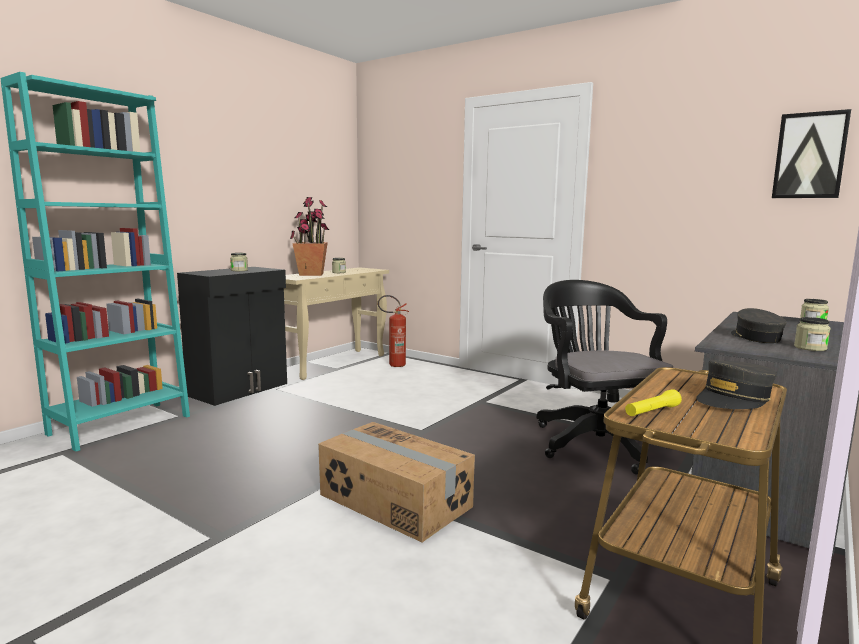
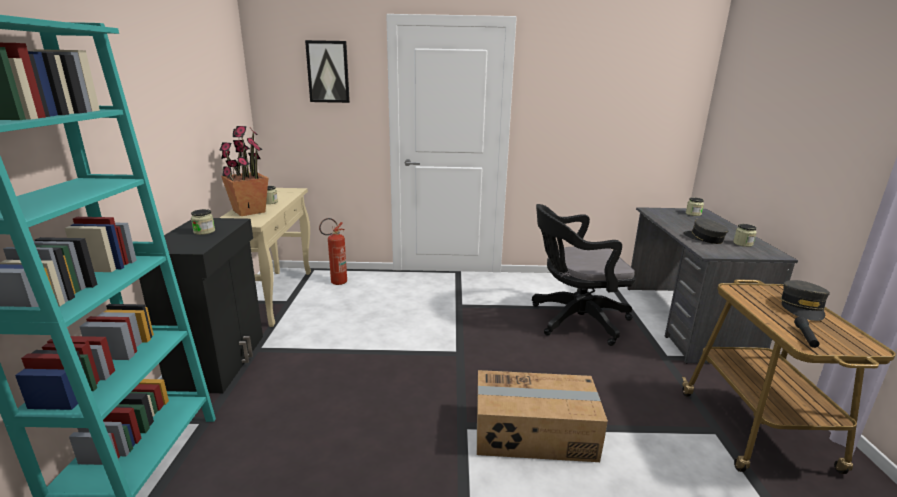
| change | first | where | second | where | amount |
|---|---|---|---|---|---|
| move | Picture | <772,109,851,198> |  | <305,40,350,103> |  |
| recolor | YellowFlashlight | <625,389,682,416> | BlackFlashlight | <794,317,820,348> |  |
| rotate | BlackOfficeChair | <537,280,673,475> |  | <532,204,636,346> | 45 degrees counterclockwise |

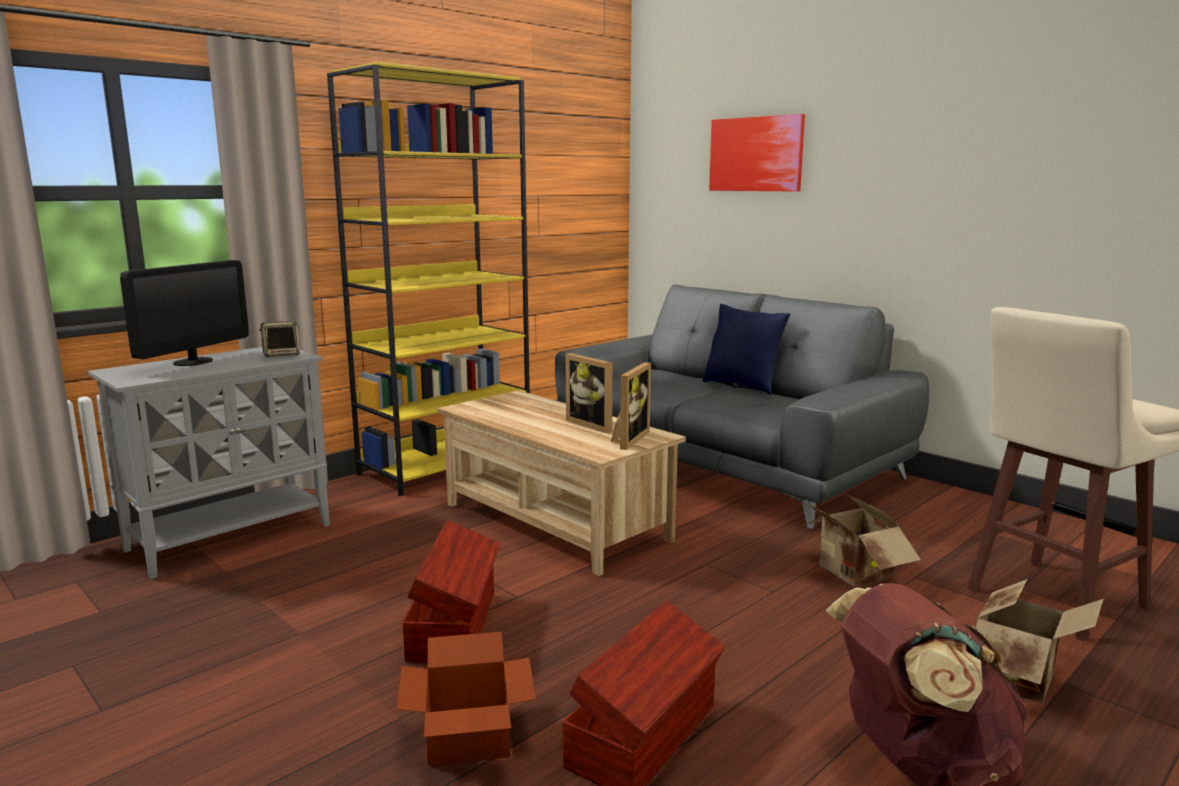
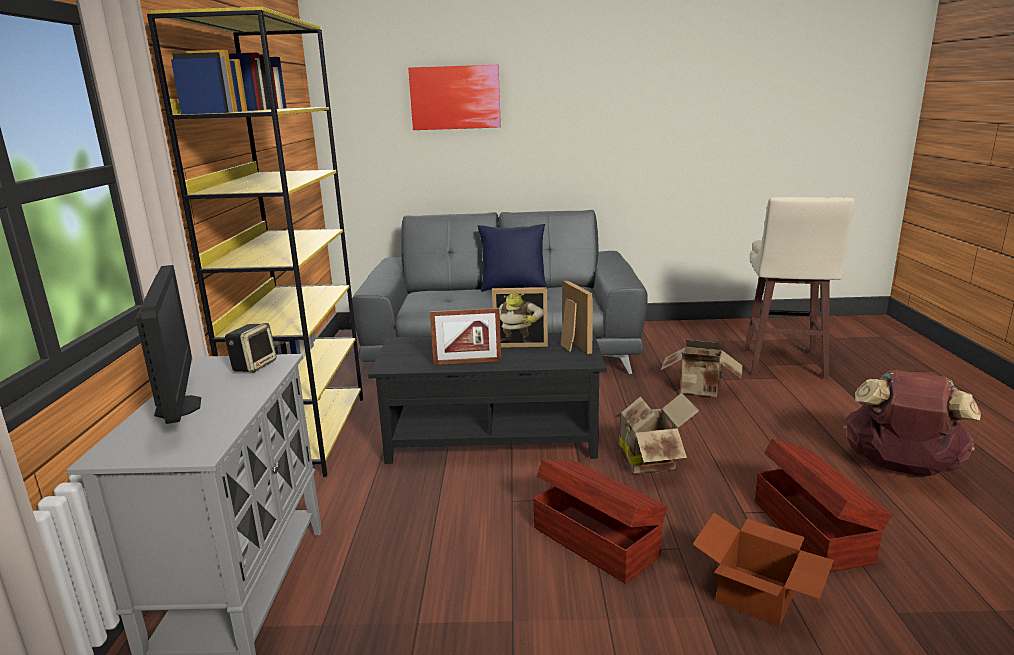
| change | first | where | second | where | amount |
|---|---|---|---|---|---|
| insert |  |  | PictureFrame | <430,308,501,365> |  |
| move | CardboardBox | <976,579,1103,703> |  | <614,393,699,474> |  |
| recolor | BeigeCoffeeTable | <437,390,686,576> | BlackCoffeeTable | <368,332,606,464> |  |

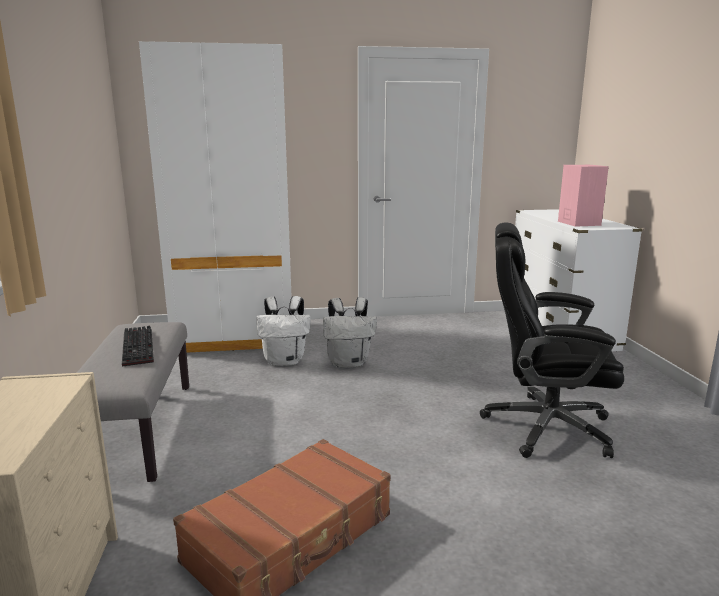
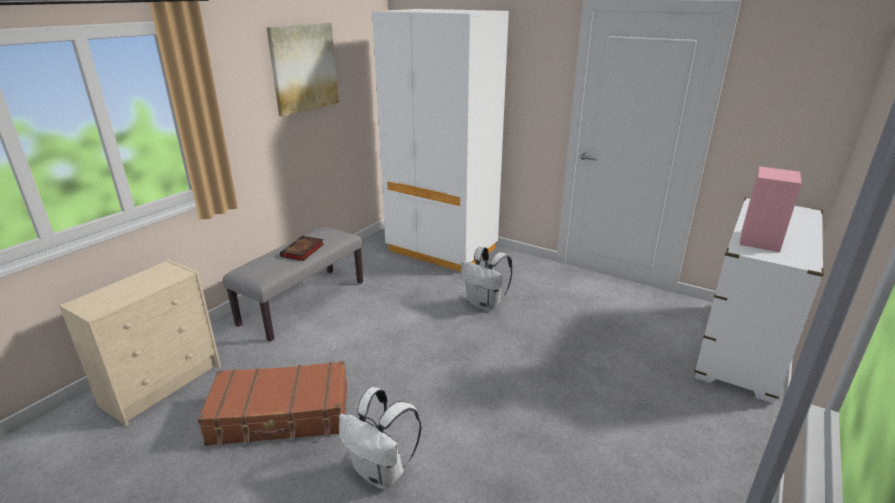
| change | first | where | second | where | amount |
|---|---|---|---|---|---|
| delete | BlackOfficeChair | <480,222,624,458> |  |  |  |
| insert |  |  | Picture | <266,23,339,116> |  |
| move | WhiteBackpack | <257,296,311,366> |  | <339,387,421,489> |  |
| replace | Keyboard | <122,325,154,367> | Book | <280,236,324,261> |  |

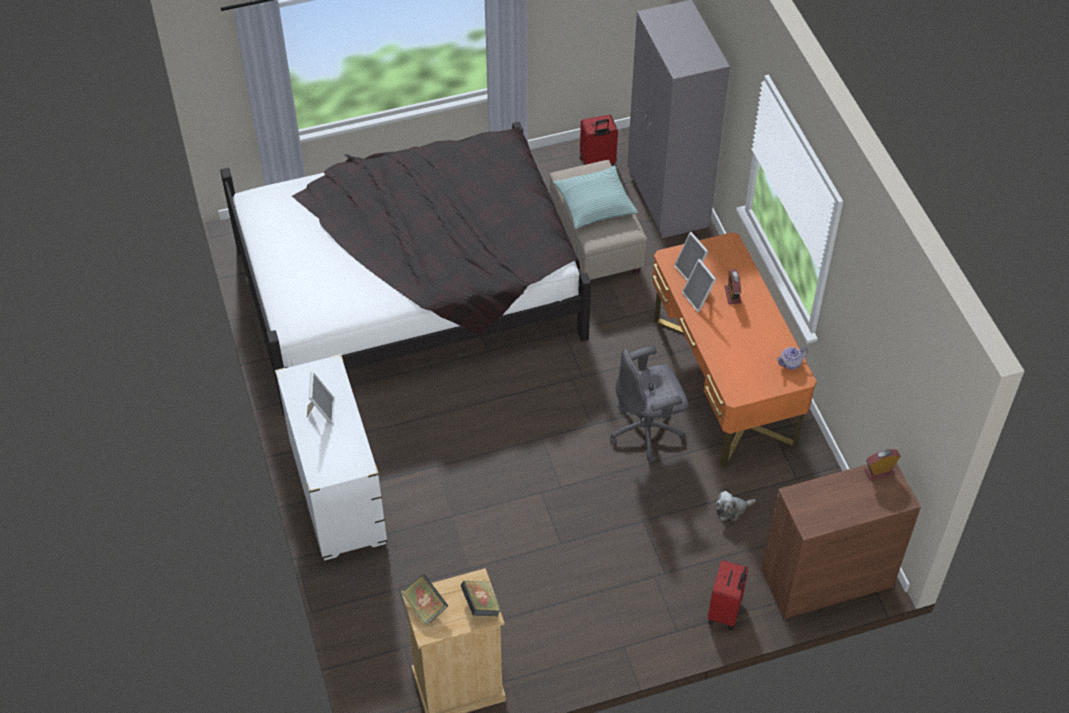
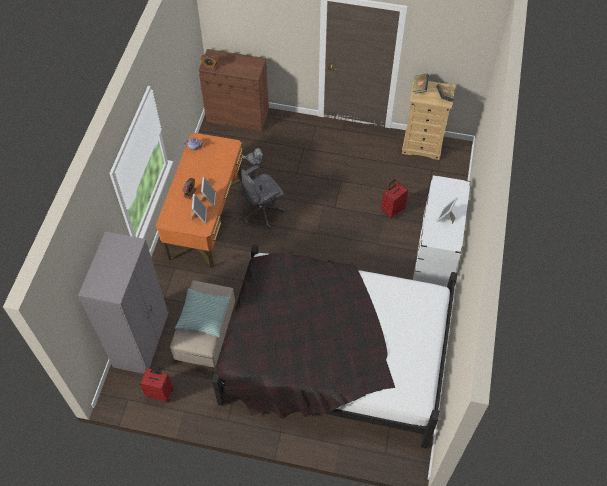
| change | first | where | second | where | amount |
|---|---|---|---|---|---|
| move | RedSuitcase | <708,560,749,630> |  | <381,179,408,218> |  |
| rotate | GreyOfficeChair | <610,346,689,463> |  | <241,165,284,229> | 135 degrees clockwise |

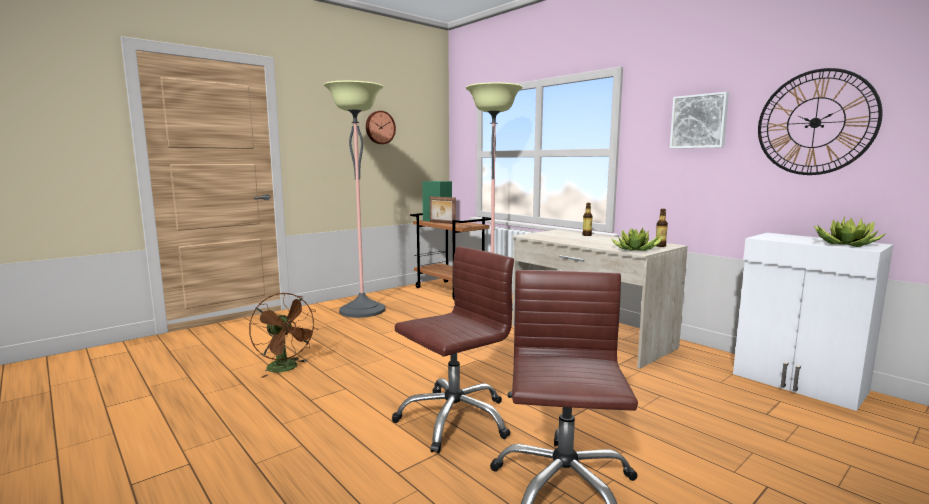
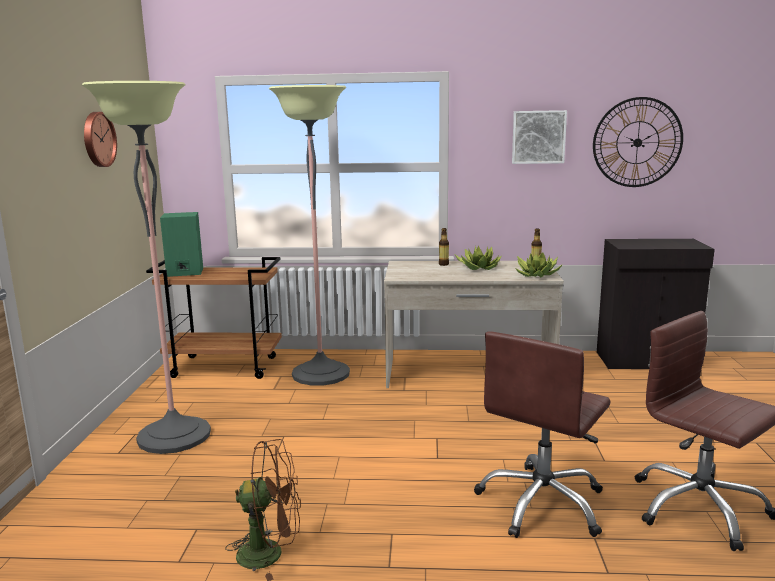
| change | first | where | second | where | amount |
|---|---|---|---|---|---|
| delete | PictureFrame | <430,196,456,224> |  |  |  |
| move | PottedPlant | <814,217,886,247> |  | <455,246,502,270> |  |
| recolor | WhiteCabinet | <733,233,893,411> | BlackCabinet | <597,239,715,369> |  |
| rotate | BrownOfficeChair | <392,246,514,453> |  | <474,331,611,538> | 150 degrees counterclockwise |

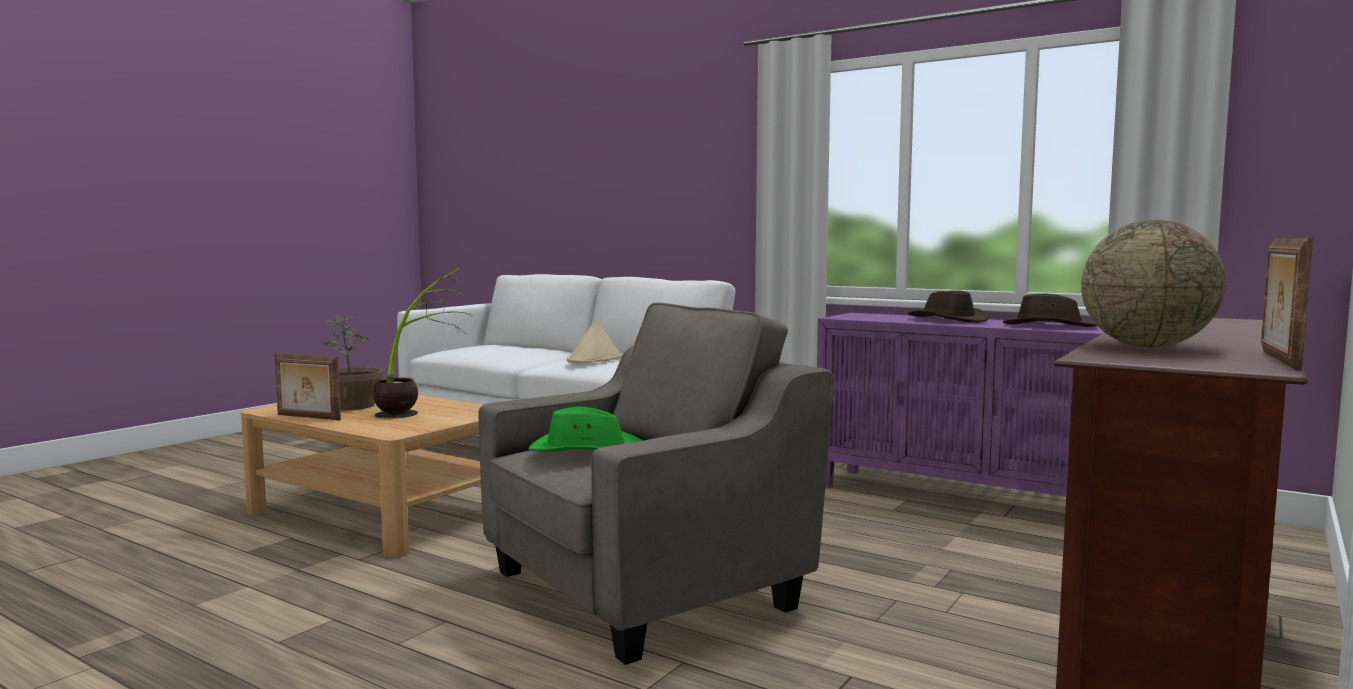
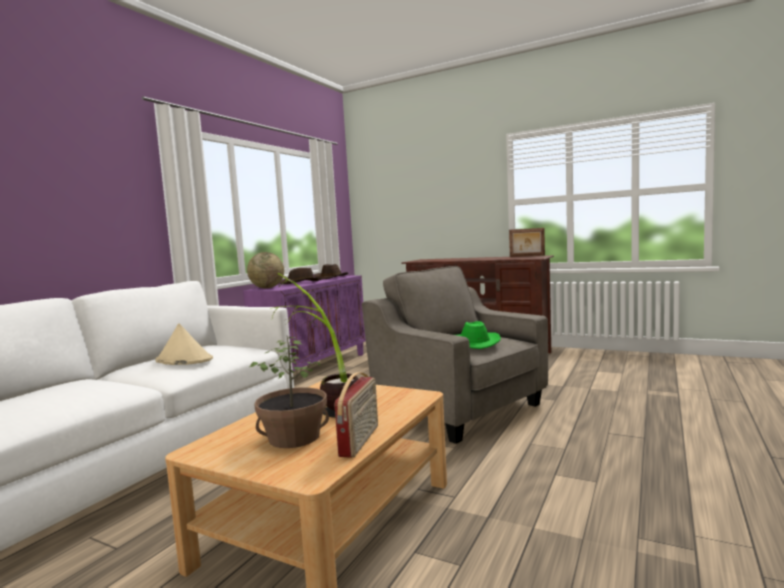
| change | first | where | second | where | amount |
|---|---|---|---|---|---|
| move | Globe | <1081,220,1226,347> |  | <247,252,284,288> |  |
| replace | PictureFrame | <274,353,341,420> | Radio | <335,372,378,458> |  |

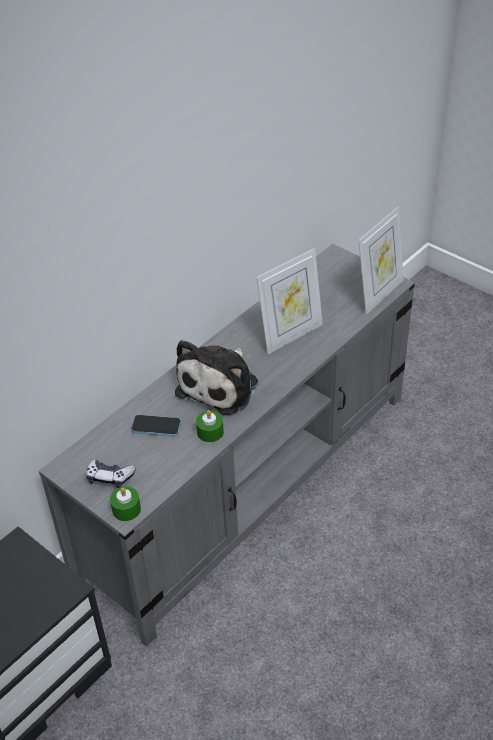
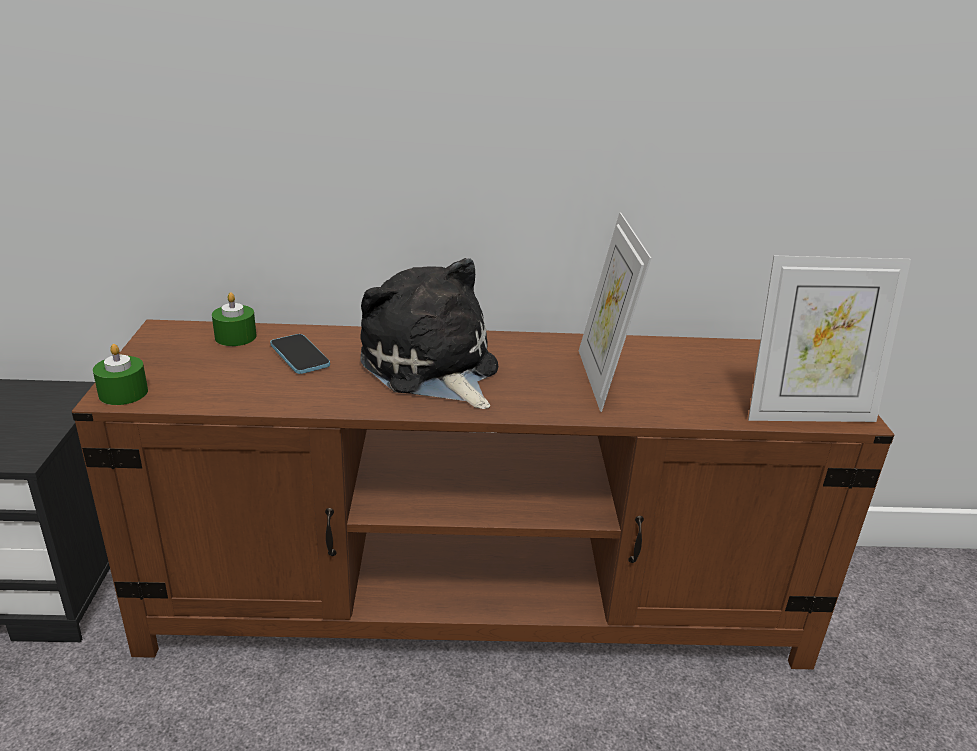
| change | first | where | second | where | amount |
|---|---|---|---|---|---|
| delete | GameController | <86,459,136,488> |  |  |  |
| move | GreenCandle | <196,410,224,442> |  | <212,292,257,346> |  |
| recolor | GreyTvStand | <39,244,415,647> | BrownTvStand | <72,319,894,669> |  |
| rotate | PlushToy | <175,340,258,415> |  | <360,258,498,409> | 75 degrees clockwise |
| rotate | PictureFrame | <256,248,323,354> |  | <579,212,651,412> | 75 degrees clockwise |

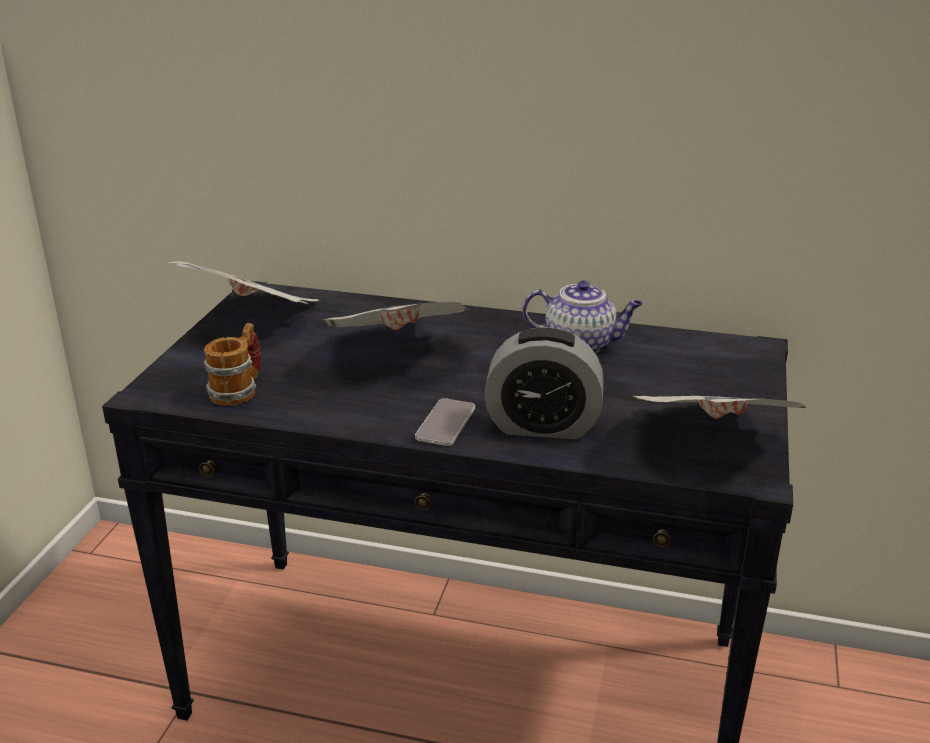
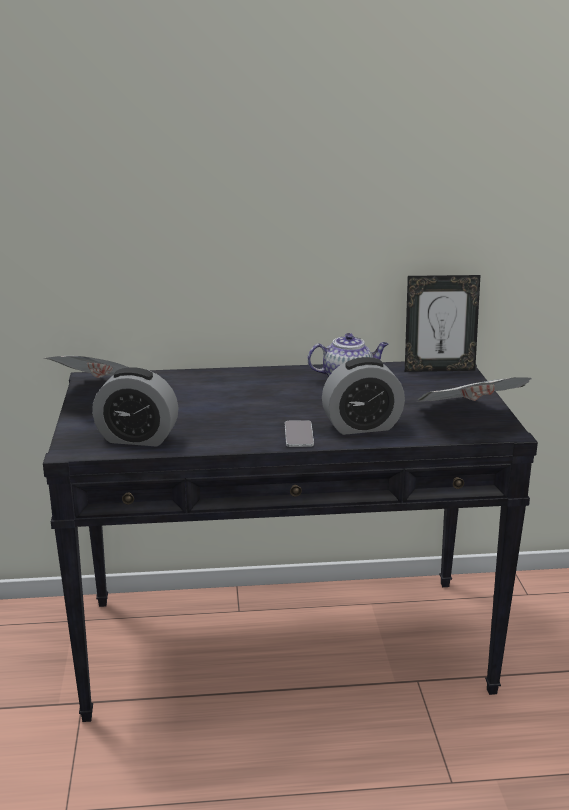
| change | first | where | second | where | amount |
|---|---|---|---|---|---|
| delete | Newspaper | <323,302,468,330> |  |  |  |
| insert |  |  | PictureFrame | <405,275,480,372> |  |
| replace | Mug | <204,323,262,406> | AlarmClock | <92,367,179,446> |  |

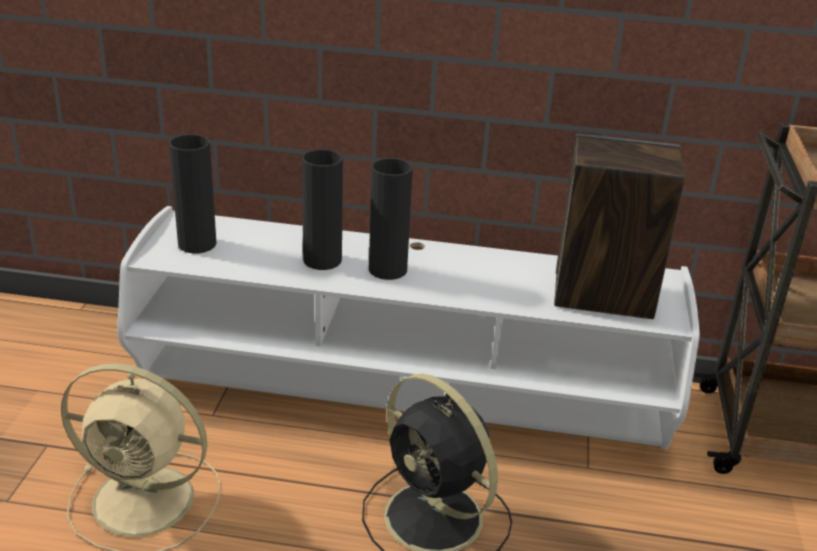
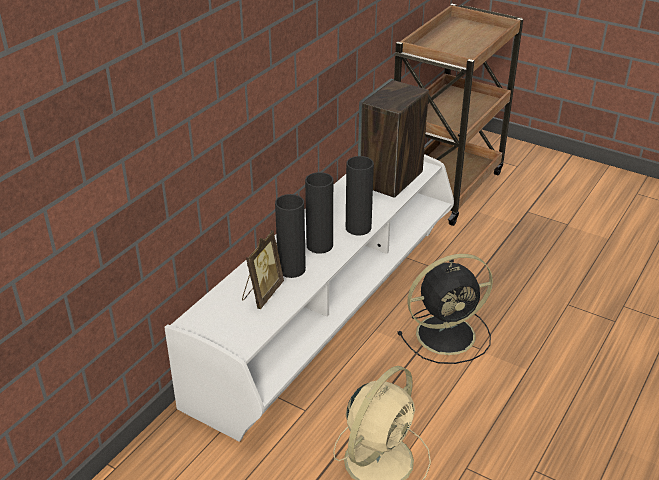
| change | first | where | second | where | amount |
|---|---|---|---|---|---|
| insert |  |  | PictureFrame | <242,230,284,309> |  |
| move | BlackVase | <169,134,217,253> |  | <346,156,374,236> |  |

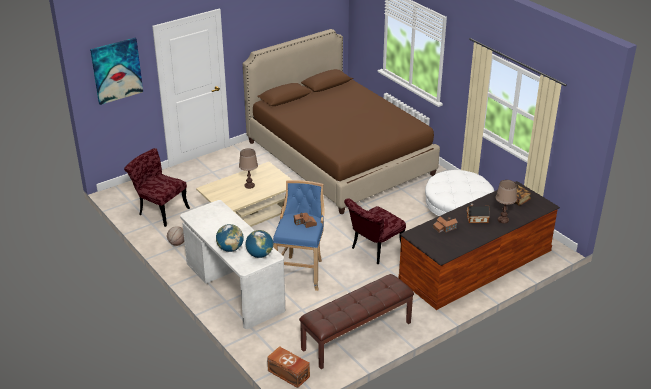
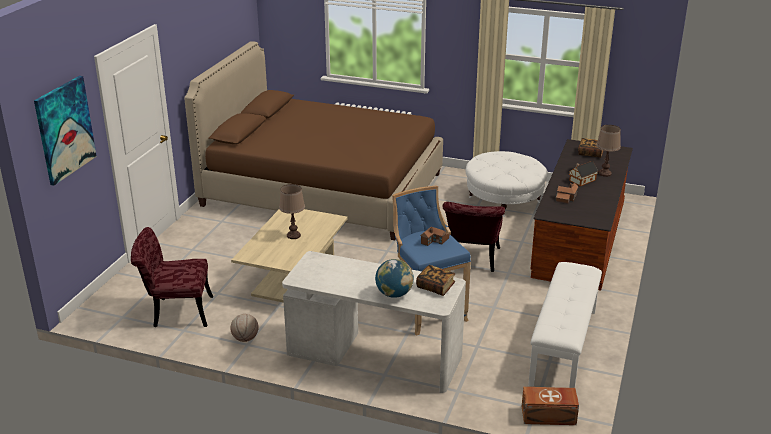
| change | first | where | second | where | amount |
|---|---|---|---|---|---|
| replace | Globe | <246,230,273,258> | Book | <416,265,455,296> |  |
| recolor | BrownBench | <299,274,414,369> | WhiteBench | <528,262,602,388> |  |

